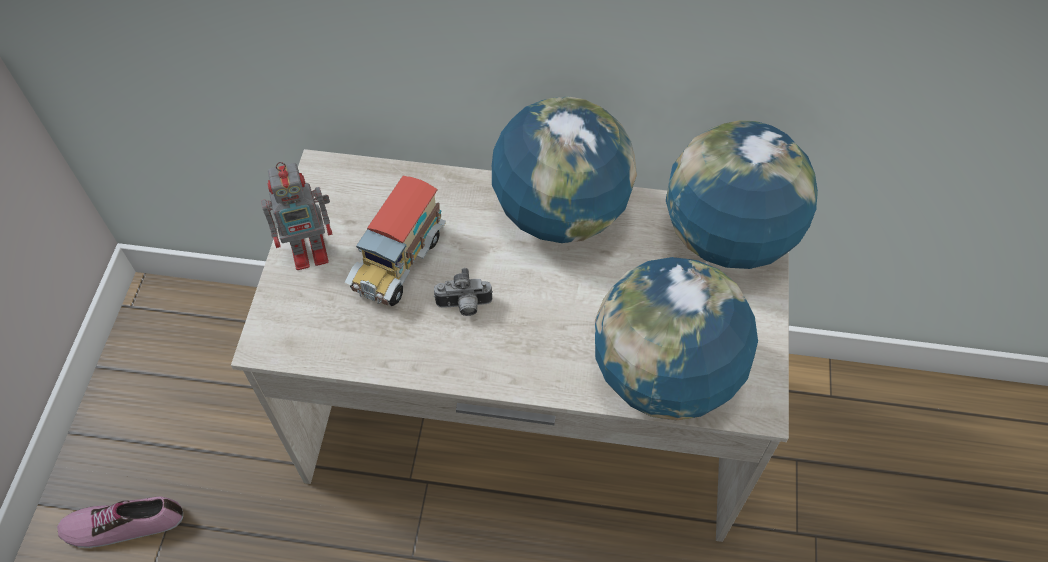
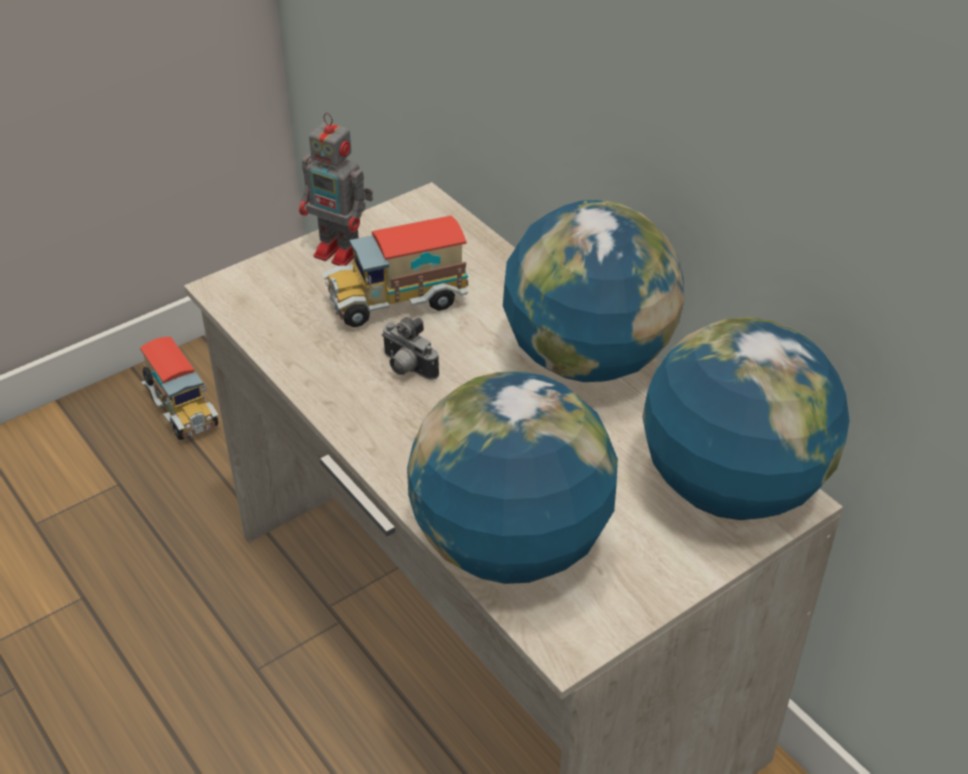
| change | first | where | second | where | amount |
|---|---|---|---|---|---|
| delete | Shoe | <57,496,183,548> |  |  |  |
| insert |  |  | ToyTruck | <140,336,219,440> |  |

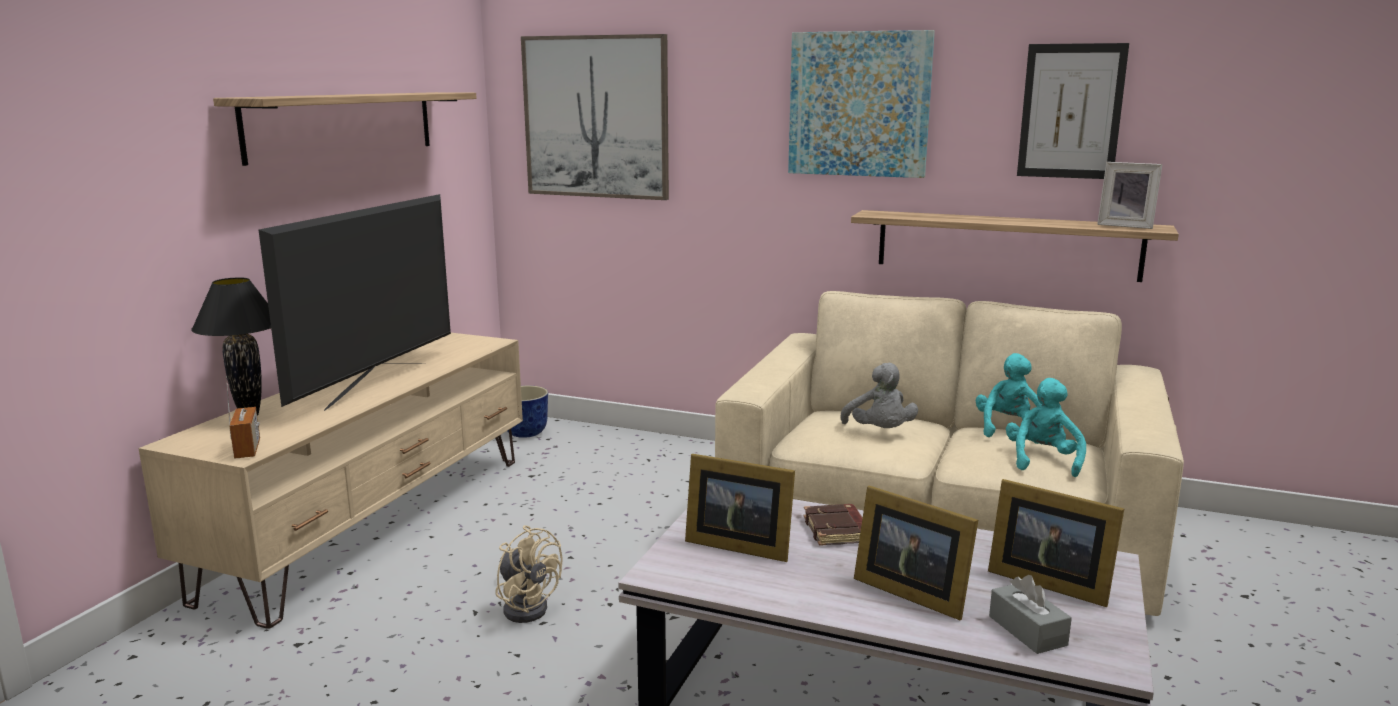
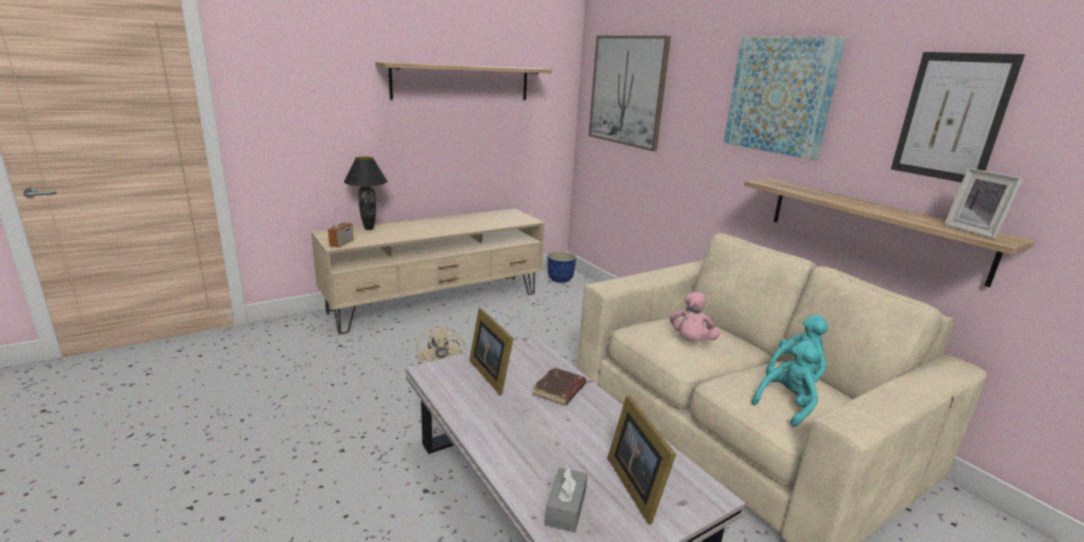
| change | first | where | second | where | amount |
|---|---|---|---|---|---|
| delete | Television | <259,194,451,411> |  |  |  |
| delete | PictureFrame | <854,486,978,620> |  |  |  |
| recolor | GreyPlushToy | <840,363,918,428> | PinkPlushToy | <670,292,720,341> |  |

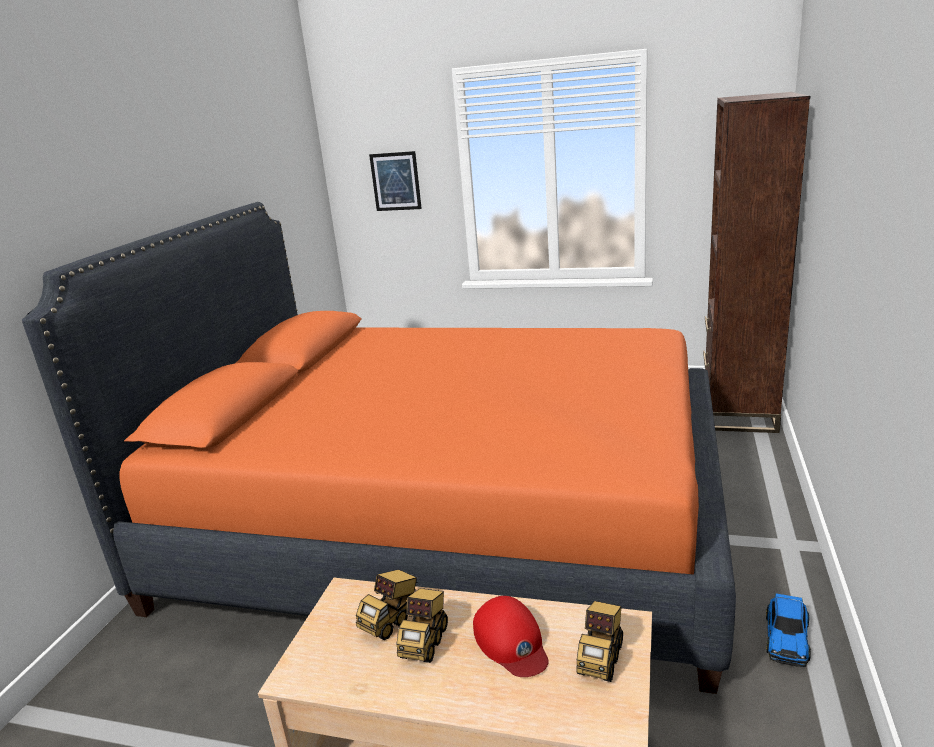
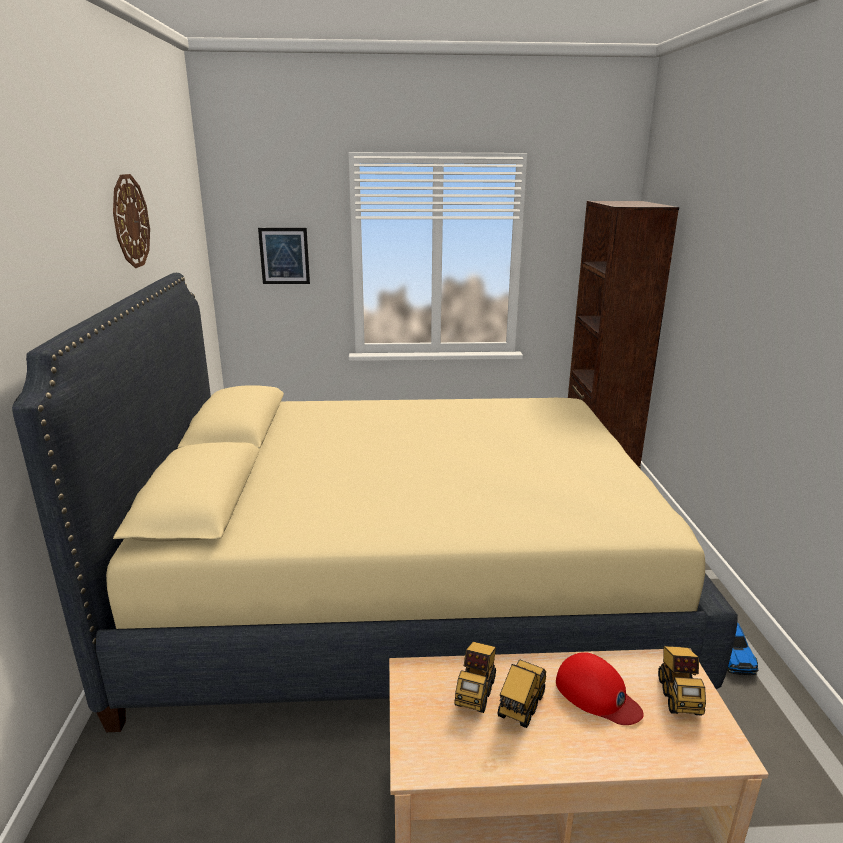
| change | first | where | second | where | amount |
|---|---|---|---|---|---|
| insert |  |  | WallClock | <113,174,150,268> |  |
| recolor | OrangeBed | <22,202,736,694> | BeigeBed | <12,273,738,732> |  |
| rotate | ToyTruck | <396,588,448,663> |  | <497,659,546,728> | 150 degrees counterclockwise |

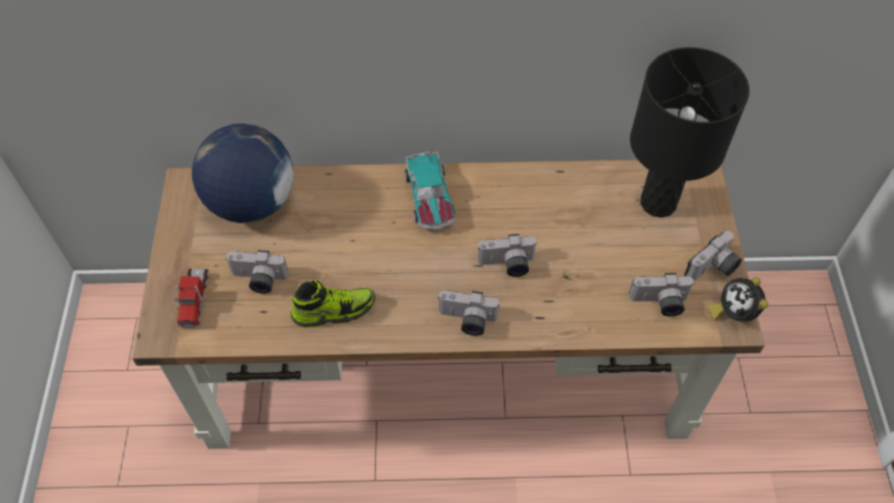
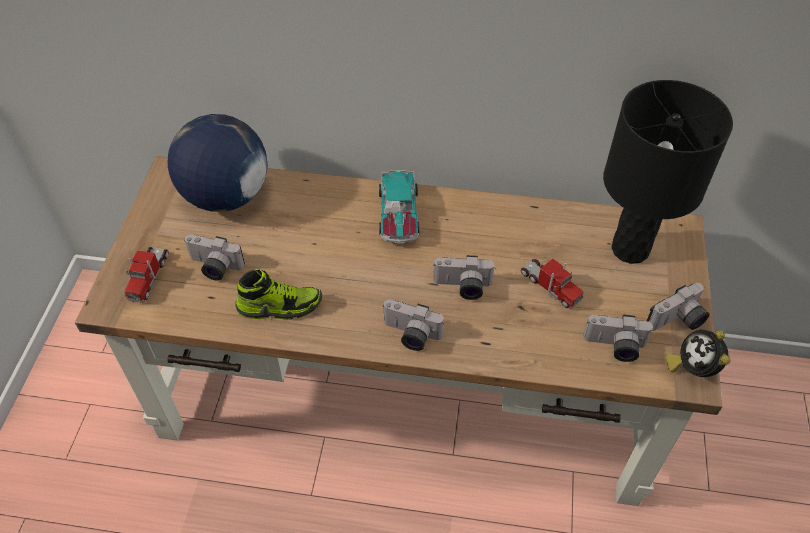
| change | first | where | second | where | amount |
|---|---|---|---|---|---|
| insert |  |  | ToyTruck | <521,259,584,309> |  |

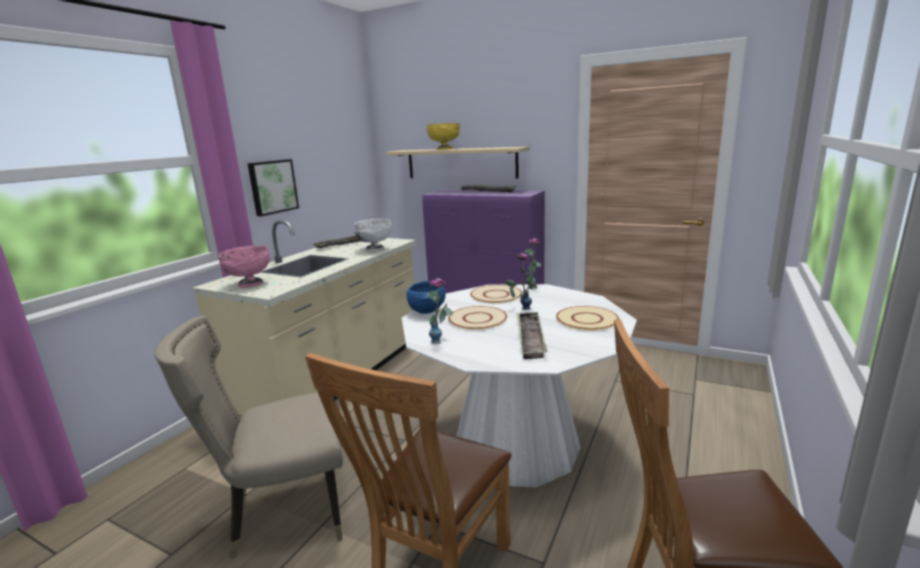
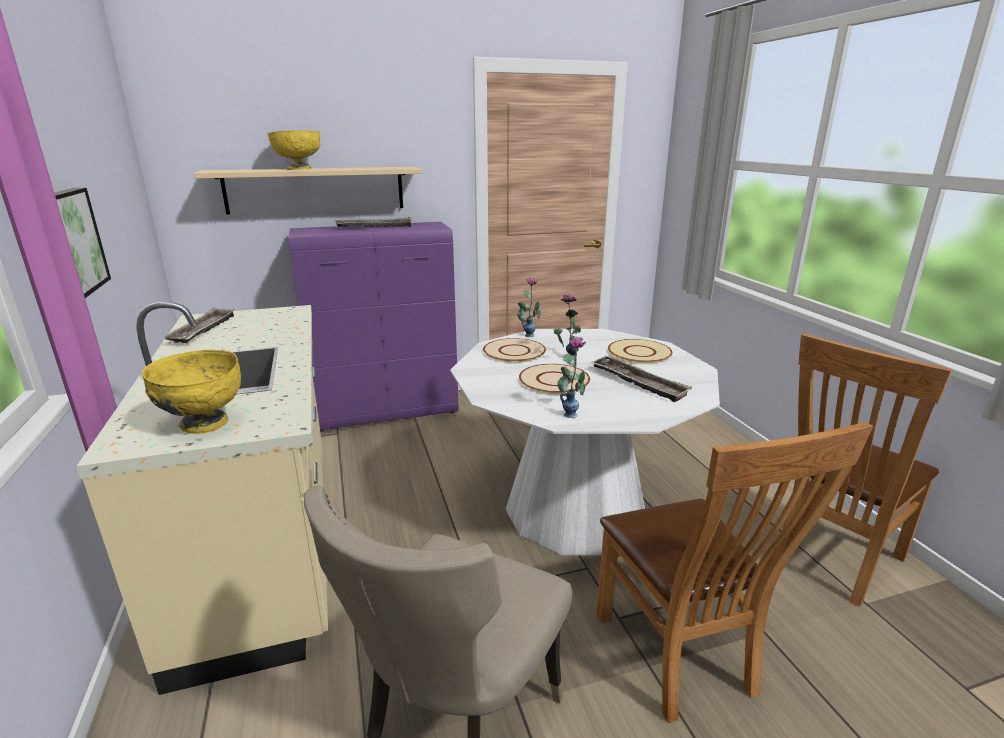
| change | first | where | second | where | amount |
|---|---|---|---|---|---|
| delete | WhiteBowl | <354,219,391,252> |  |  |  |
| delete | BlueBowl | <406,281,446,314> |  |  |  |
| recolor | PinkBowl | <219,245,270,288> | YellowBowl | <142,350,241,434> |  |

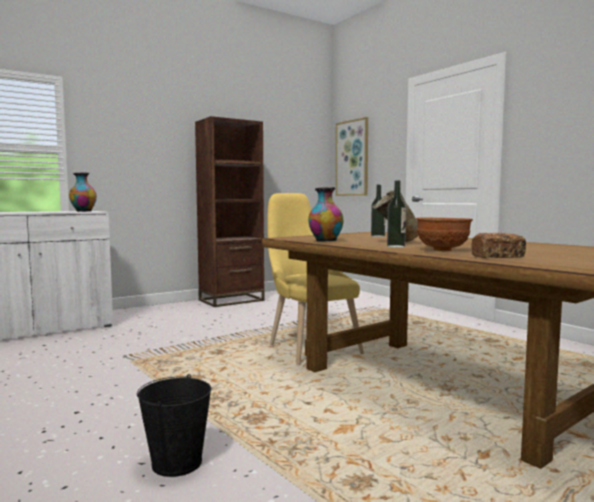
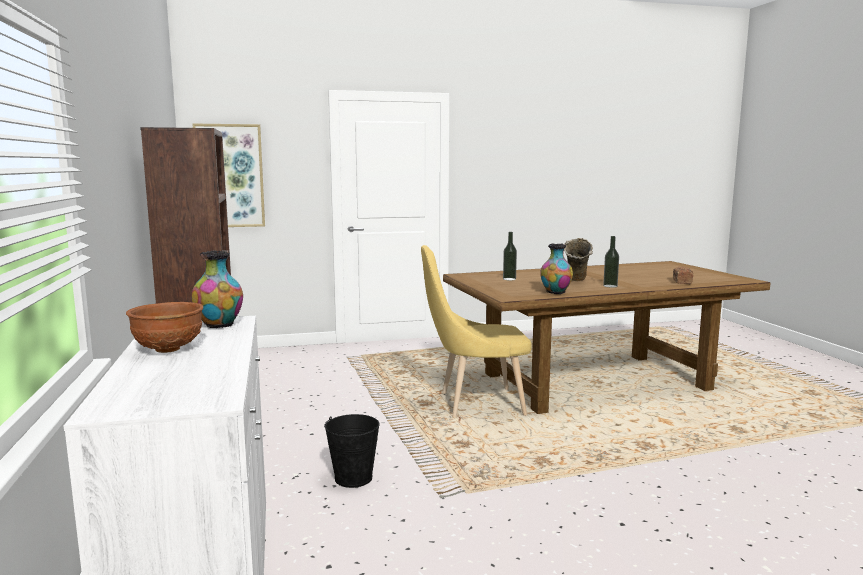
| change | first | where | second | where | amount |
|---|---|---|---|---|---|
| move | BlackBucket | <137,374,211,477> |  | <324,414,380,488> |  |
| move | BrownBowl | <416,217,473,251> |  | <126,302,203,353> |  |

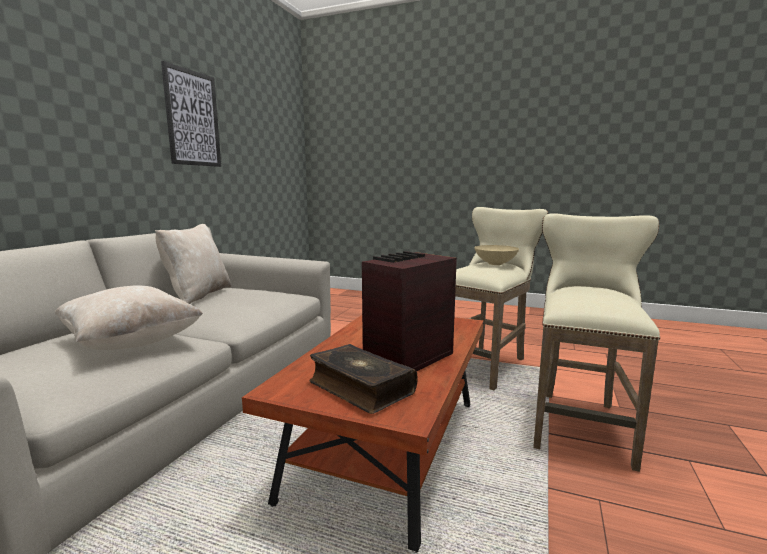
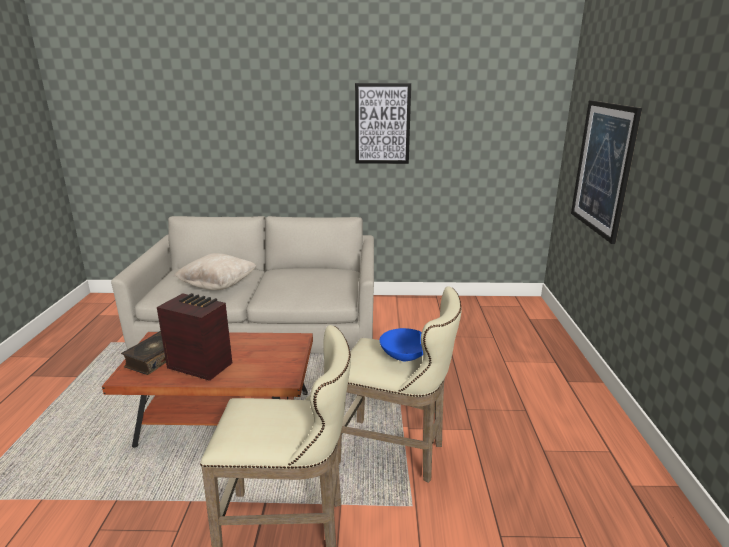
| change | first | where | second | where | amount |
|---|---|---|---|---|---|
| delete | BeigePillow | <155,224,231,304> |  |  |  |
| insert |  |  | Picture | <571,100,642,244> |  |
| recolor | BeigeBowl | <474,245,519,265> | BlueBowl | <379,328,423,361> |  |

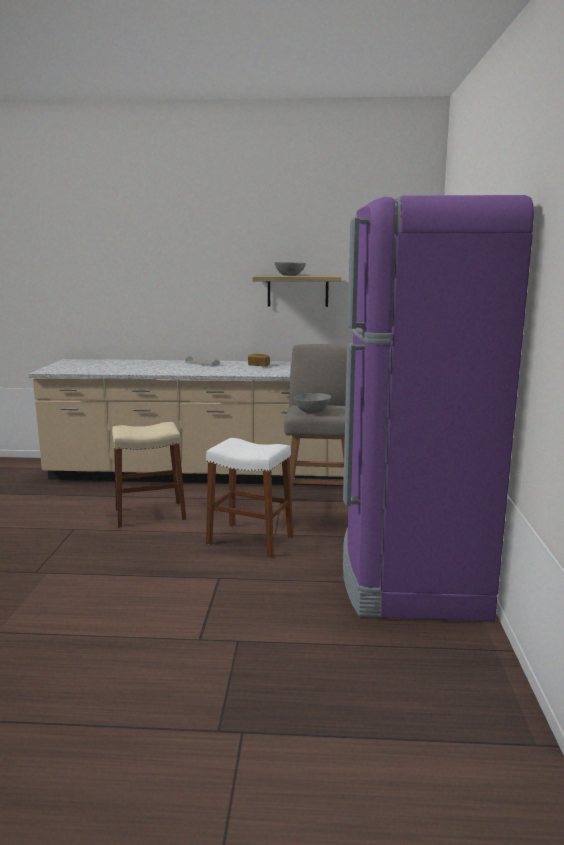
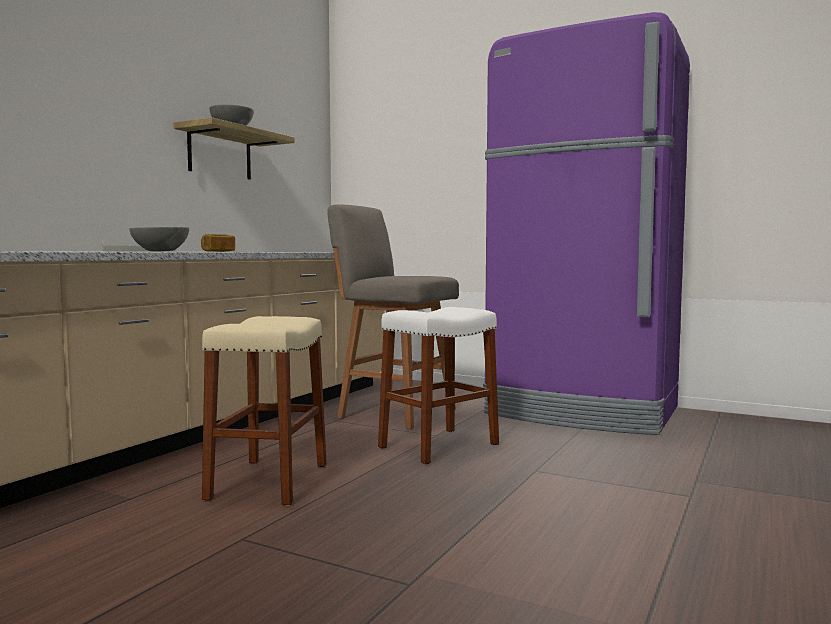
| change | first | where | second | where | amount |
|---|---|---|---|---|---|
| move | GreyBowl | <294,393,331,413> |  | <129,227,189,251> |  |

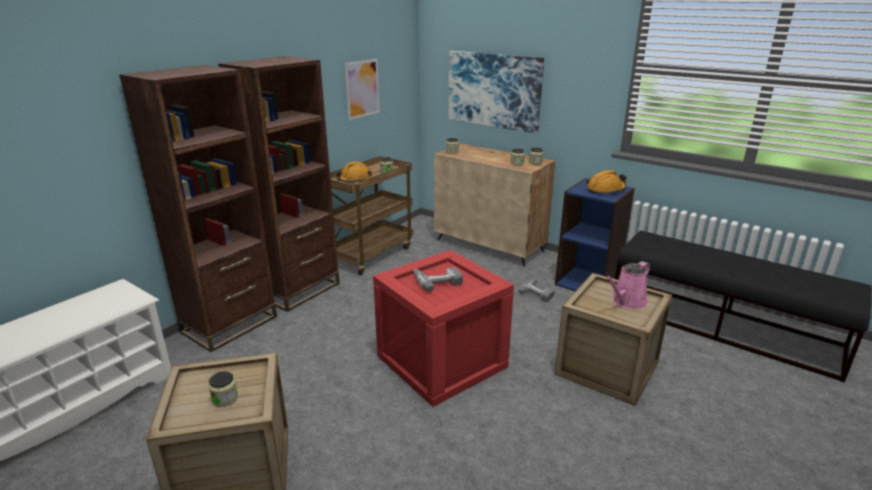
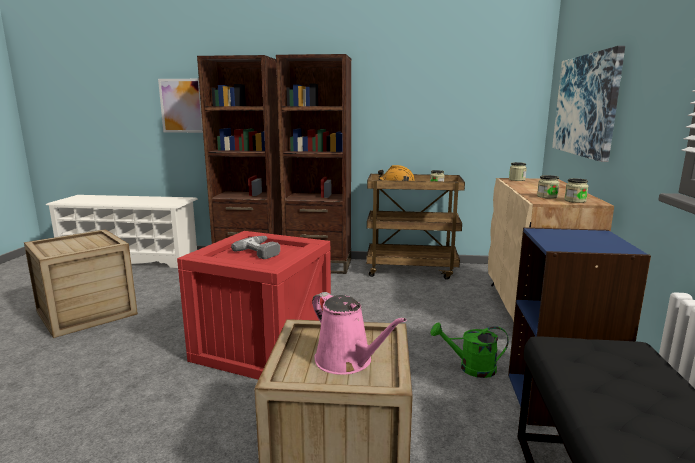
| change | first | where | second | where | amount |
|---|---|---|---|---|---|
| delete | Jar | <209,371,238,407> |  |  |  |
| delete | OrangeHardHat | <586,170,626,194> |  |  |  |
| move | Picture | <344,59,380,120> |  | <158,79,203,133> |  |
| replace | PowerDrill | <519,278,555,302> | GreenWateringCan | <431,322,509,378> |  |
| rotate | PinkWateringCan | <605,261,650,309> |  | <312,292,407,375> | 150 degrees counterclockwise |

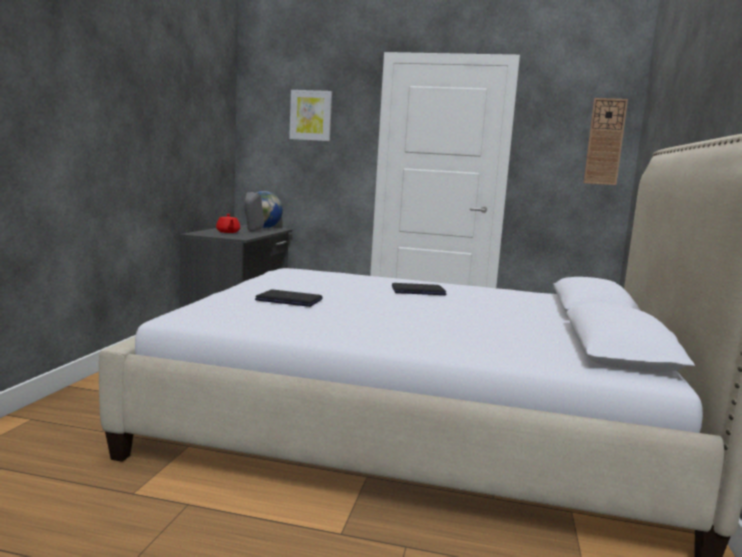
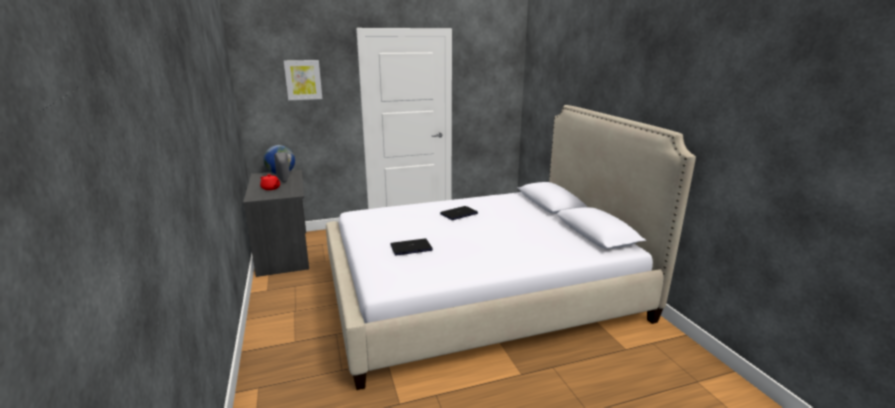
| change | first | where | second | where | amount |
|---|---|---|---|---|---|
| delete | WallClock | <584,98,628,185> |  |  |  |

